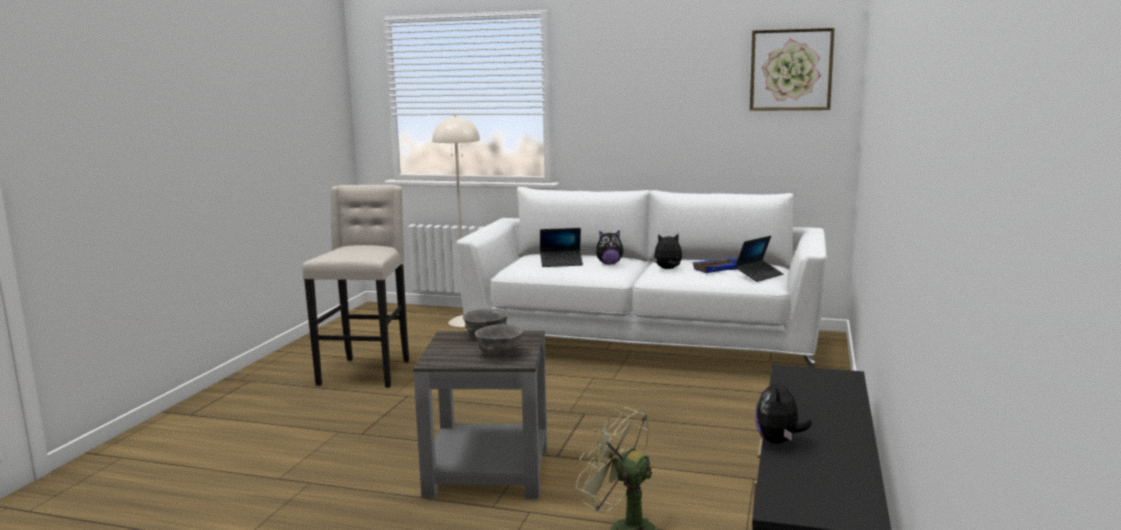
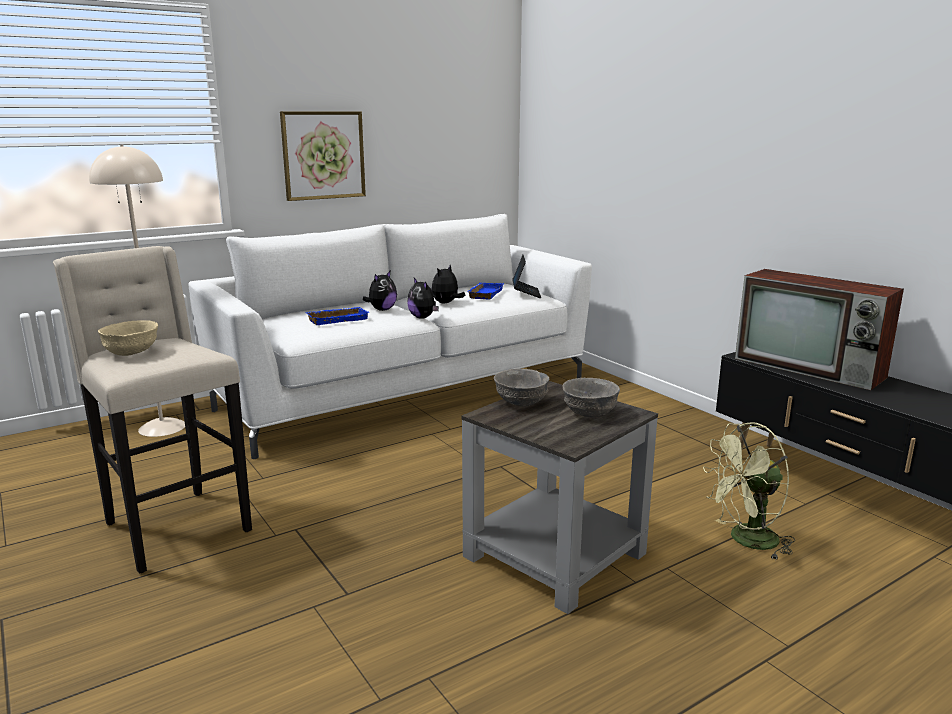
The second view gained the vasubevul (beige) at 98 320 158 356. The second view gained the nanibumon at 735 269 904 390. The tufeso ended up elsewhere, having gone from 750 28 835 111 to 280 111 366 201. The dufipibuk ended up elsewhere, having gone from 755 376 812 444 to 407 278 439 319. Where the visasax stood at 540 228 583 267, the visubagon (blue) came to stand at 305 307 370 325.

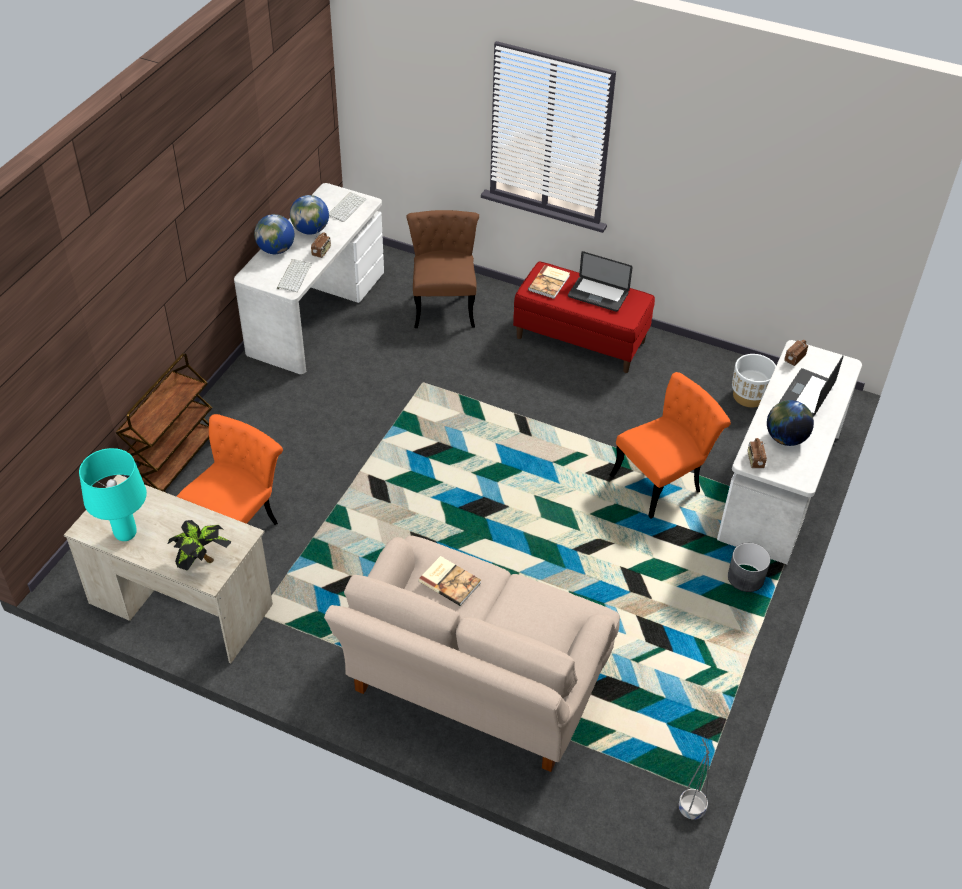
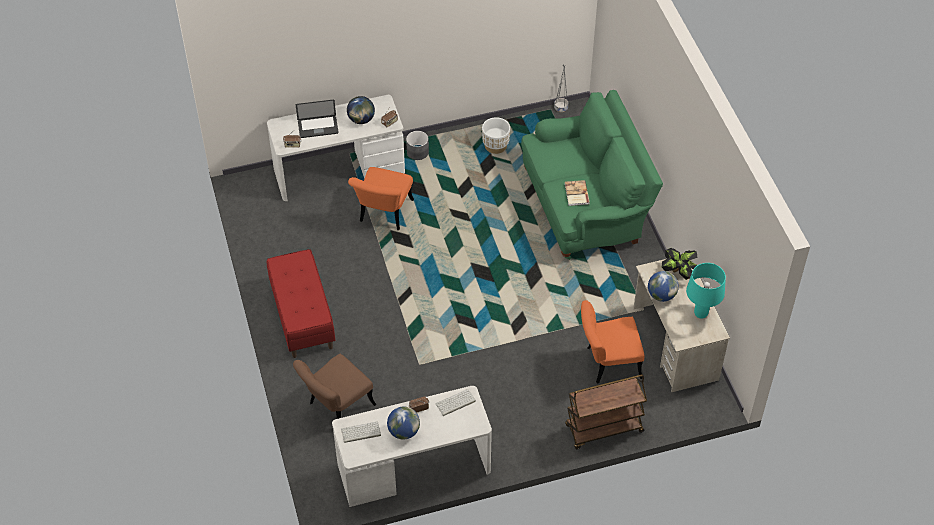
The second view lost the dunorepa at 528 265 570 299. The second view lost the visasax at 568 251 633 312. The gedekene ended up elsewhere, having gone from 254 214 294 254 to 648 271 679 302. The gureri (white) ended up elsewhere, having gone from 732 354 776 407 to 482 117 510 154. What was the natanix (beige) at 324 535 620 772 turned into the natanix (green) at 521 90 663 260. The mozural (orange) at 610 372 731 519 ended up facing another way, 90 degrees counterclockwise from before.

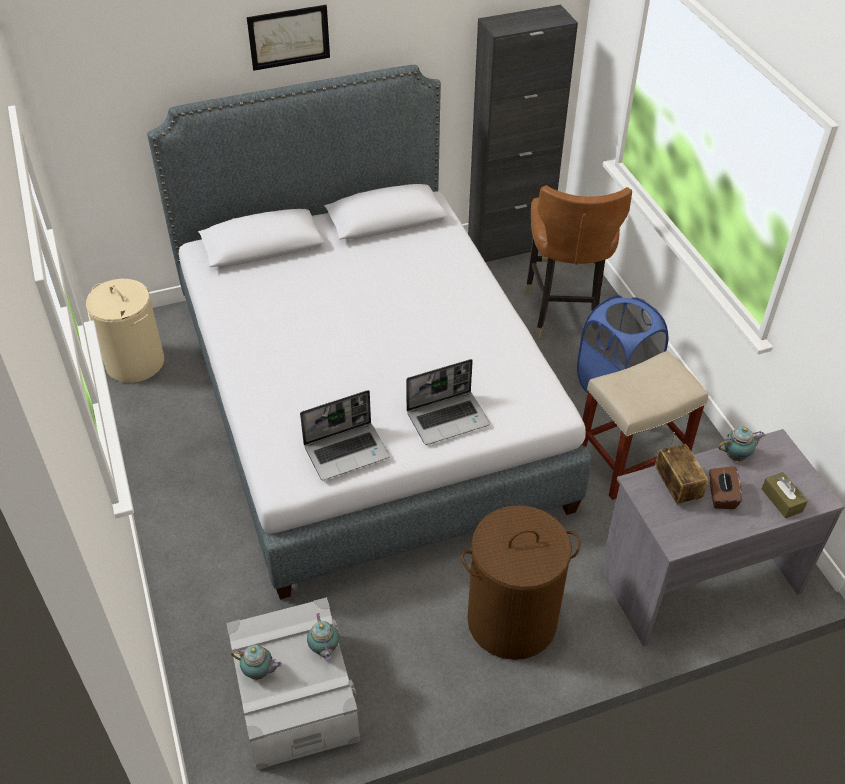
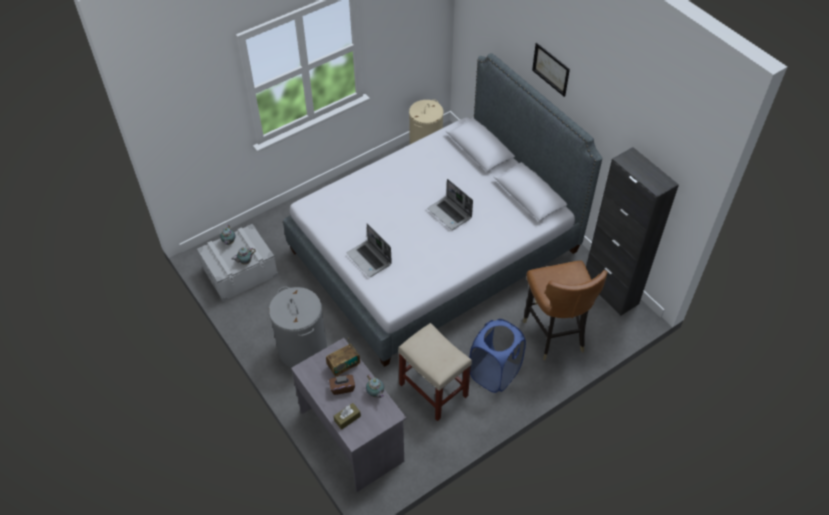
The visasax ended up elsewhere, having gone from 300 390 390 480 to 428 179 473 230. What was the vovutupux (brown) at 461 505 581 660 turned into the vovutupux (grey) at 269 287 327 368. The mozural (brown) at 526 185 632 339 ended up facing another way, 90 degrees counterclockwise from before.

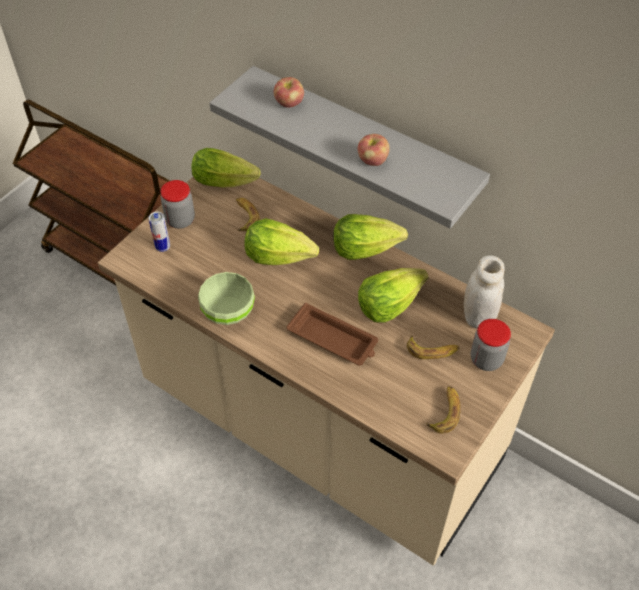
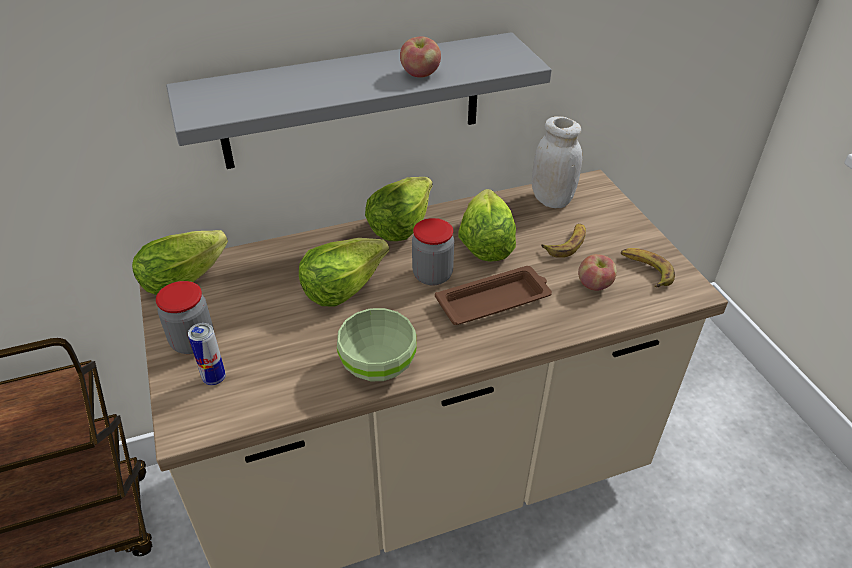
The second view lost the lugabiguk at 236 198 260 231. The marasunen ended up elsewhere, having gone from 274 77 304 108 to 578 254 617 291. The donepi ended up elsewhere, having gone from 471 319 511 371 to 412 218 454 286.

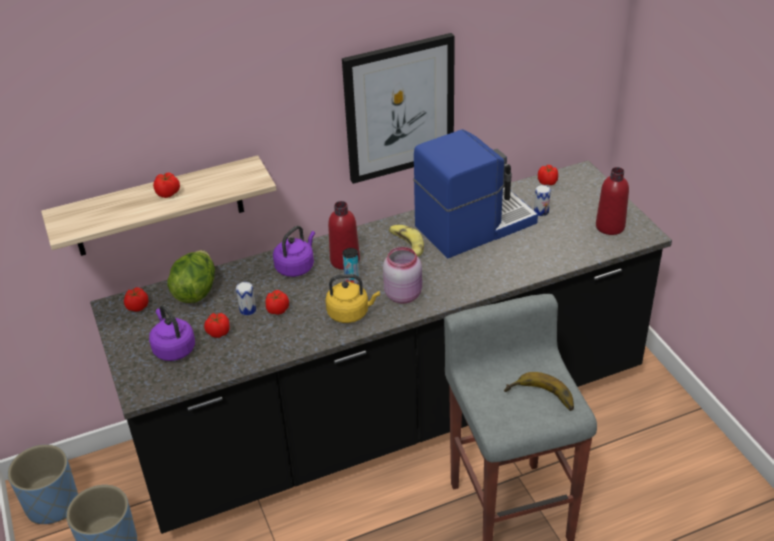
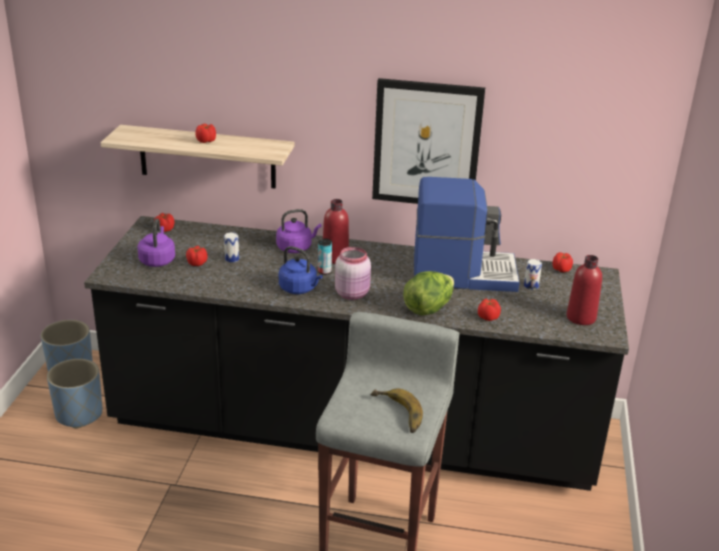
The second view lost the lugabiguk at 389 225 424 256. The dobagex ended up elsewhere, having gone from 167 250 215 303 to 403 271 454 316. The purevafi ended up elsewhere, having gone from 265 290 289 315 to 478 298 501 321. What was the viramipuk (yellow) at 325 274 380 323 turned into the viramipuk (blue) at 279 246 323 294.

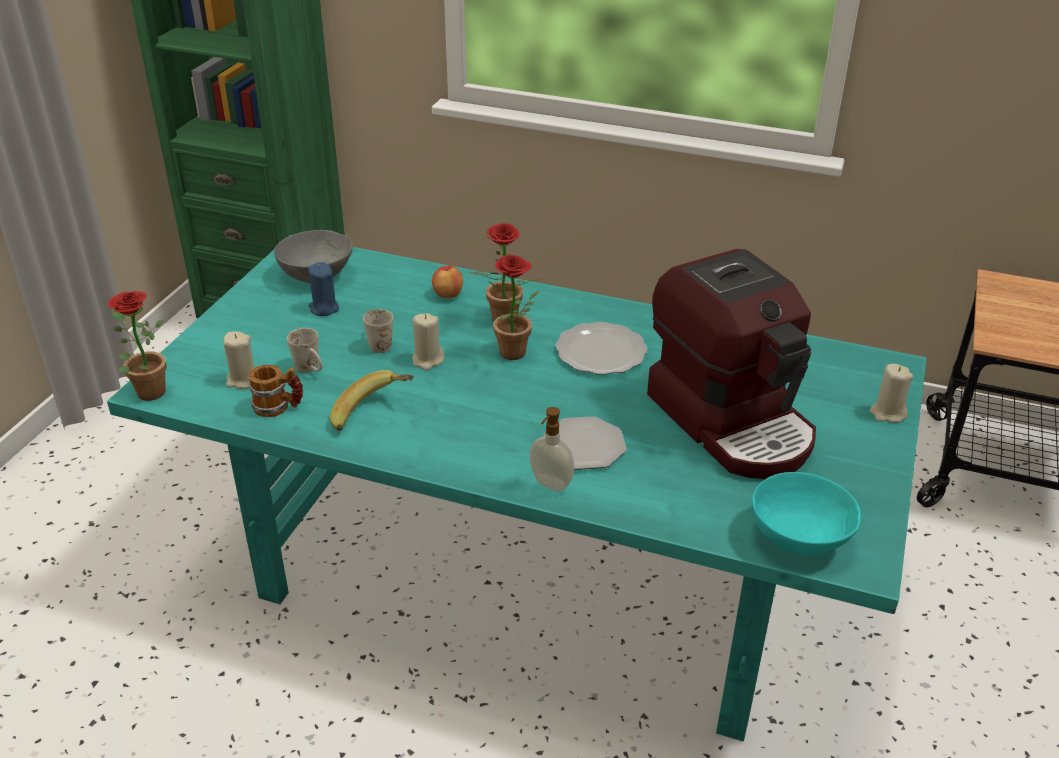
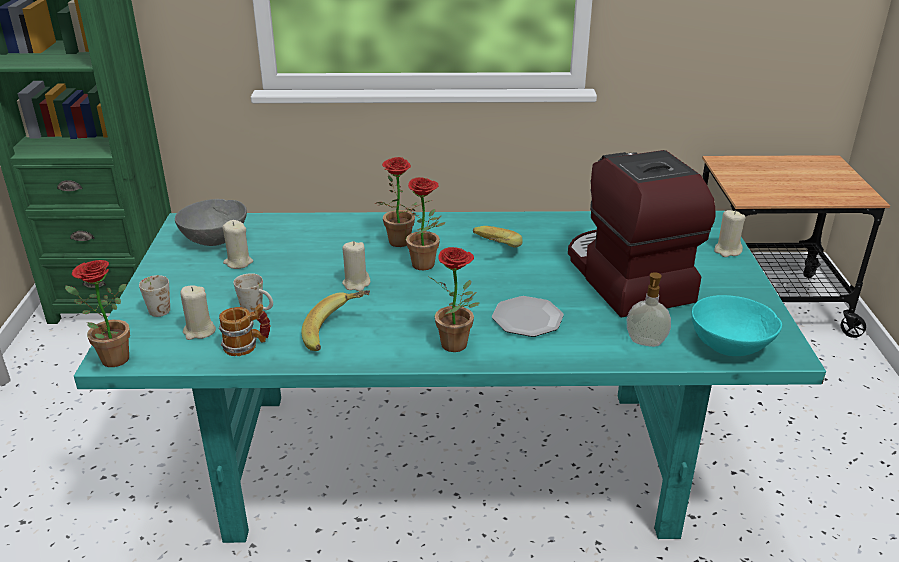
The second view lost the marasunen at 432 265 463 298. The second view gained the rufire at 429 247 479 352. The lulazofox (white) ended up elsewhere, having gone from 363 309 393 353 to 139 275 170 317. The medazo ended up elsewhere, having gone from 529 407 574 491 to 627 272 671 347. Where the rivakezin stood at 555 322 647 375, the lugabiguk came to stand at 473 226 523 248. What was the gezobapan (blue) at 308 262 339 316 turned into the gezobapan (beige) at 222 220 253 269. The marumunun at 647 249 816 479 ended up facing another way, 150 degrees counterclockwise from before.

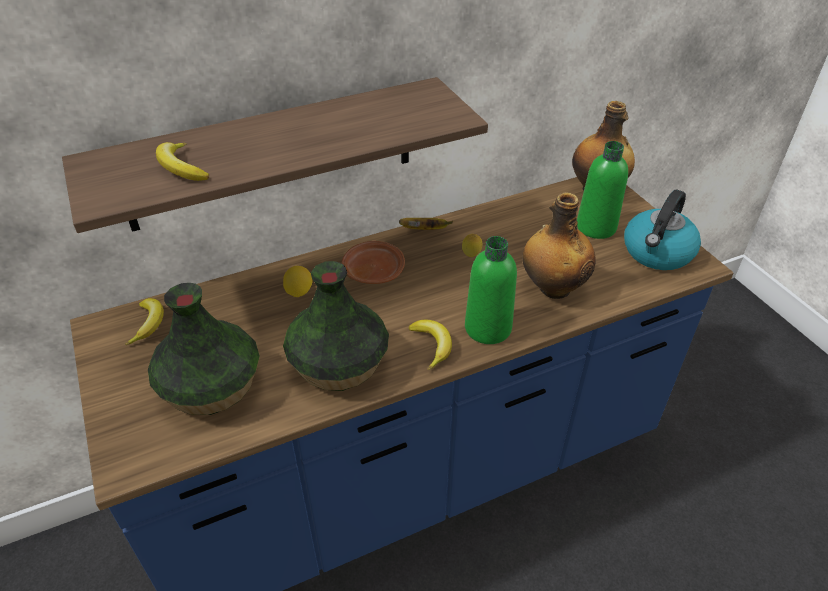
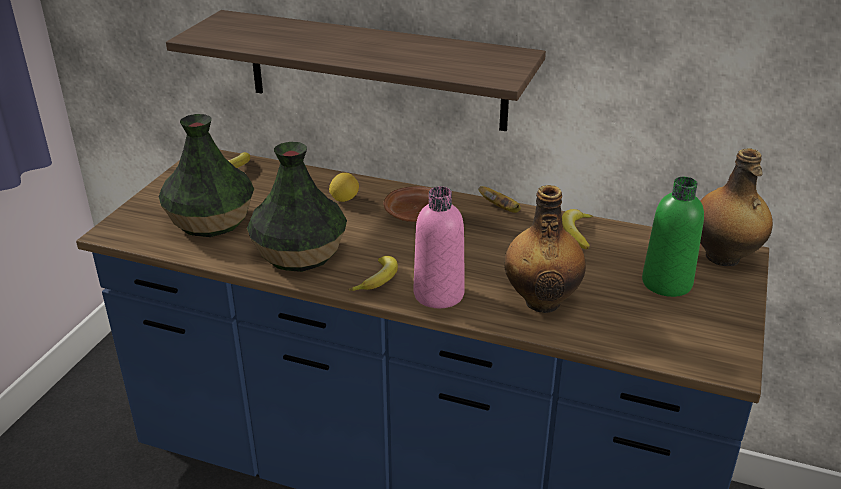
The second view lost the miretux at 462 234 483 257. The second view lost the viramipuk at 624 189 701 270. The lugabiguk ended up elsewhere, having gone from 156 142 209 181 to 562 209 593 249. What was the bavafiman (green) at 465 236 517 344 turned into the bavafiman (pink) at 414 186 465 308.

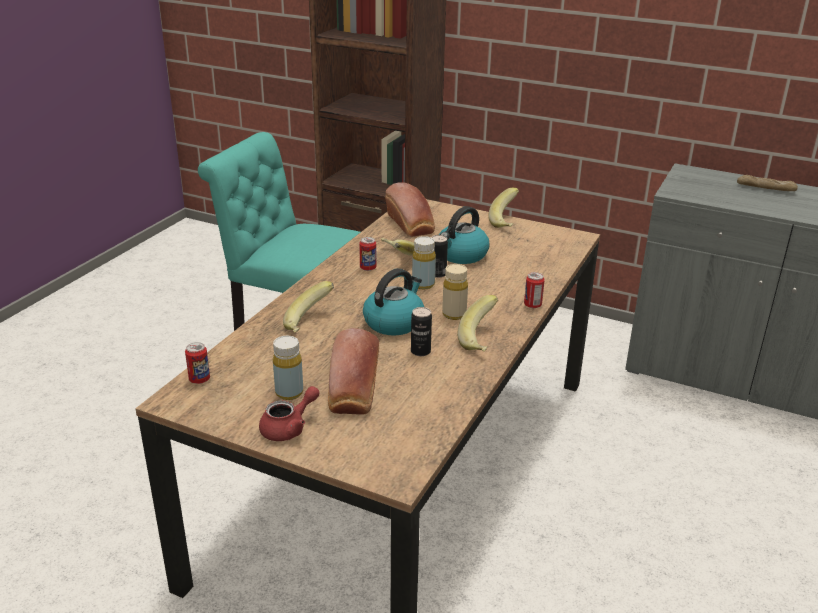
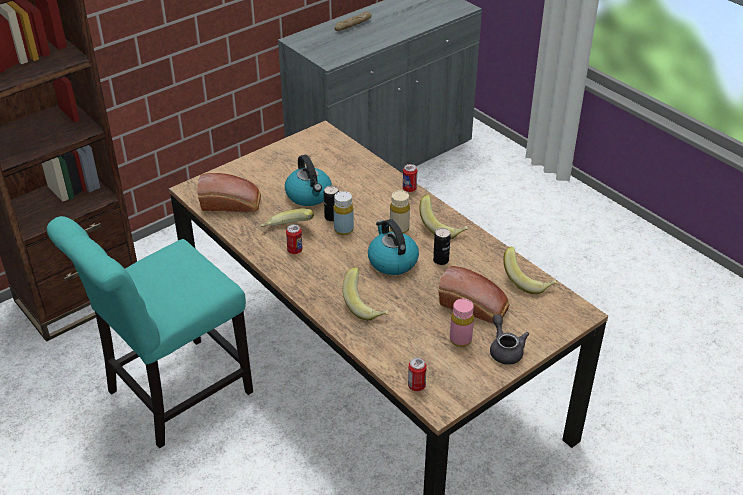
The lugabiguk ended up elsewhere, having gone from 488 188 519 228 to 503 247 557 294. What was the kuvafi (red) at 259 386 320 441 turned into the kuvafi (grey) at 490 314 529 364. What was the bavafiman (yellow) at 273 336 303 400 turned into the bavafiman (pink) at 450 299 474 347.

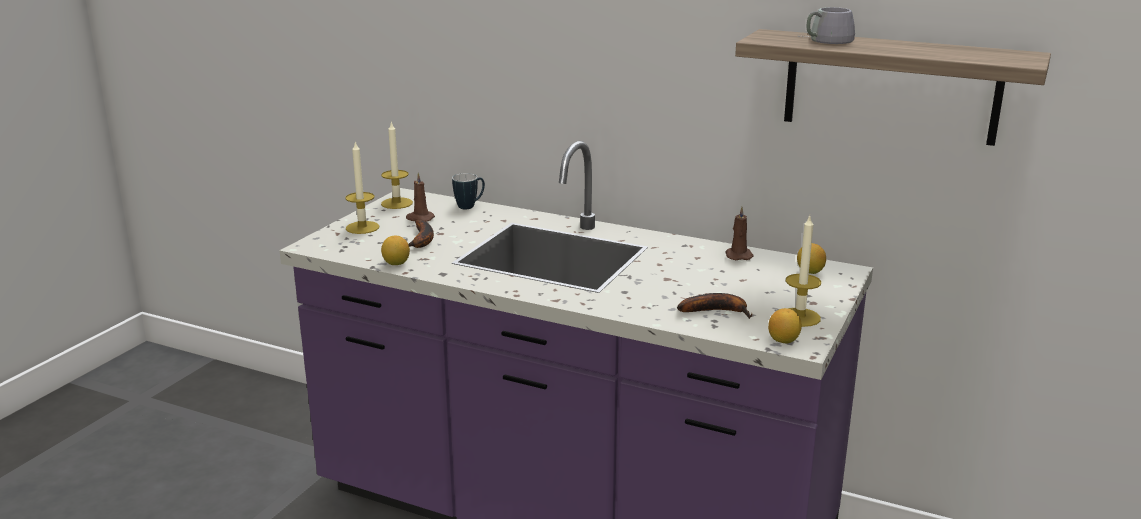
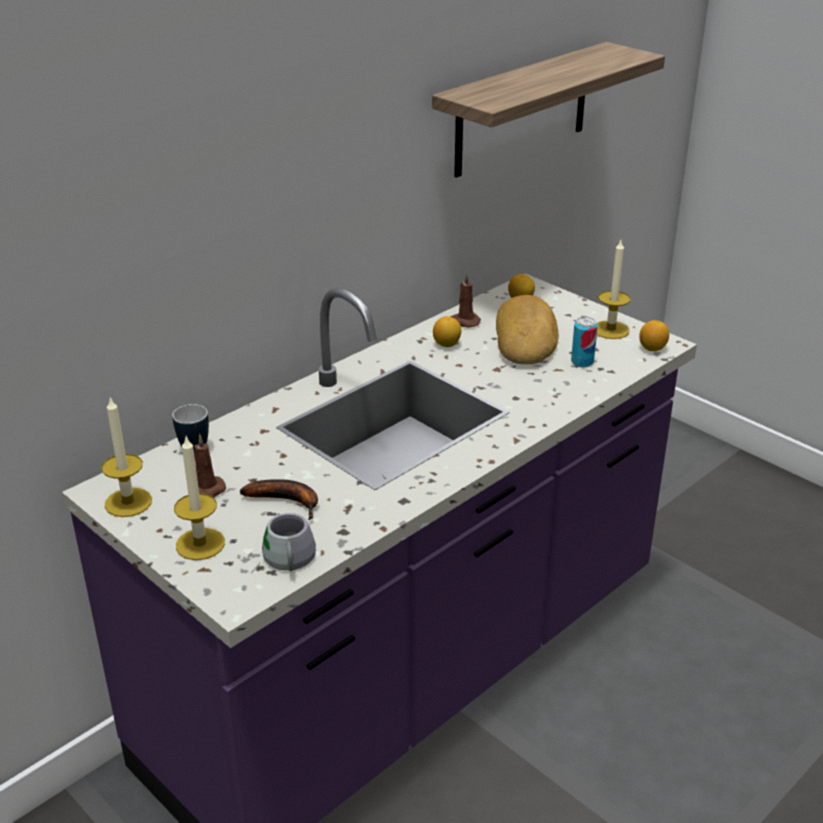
The second view gained the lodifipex at 496 295 559 364. The miretux ended up elsewhere, having gone from 381 236 410 265 to 433 316 461 347. The lulazofox (grey) ended up elsewhere, having gone from 800 7 855 44 to 251 513 316 573. Where the lugabiguk stood at 677 293 752 318, the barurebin came to stand at 571 317 598 368.

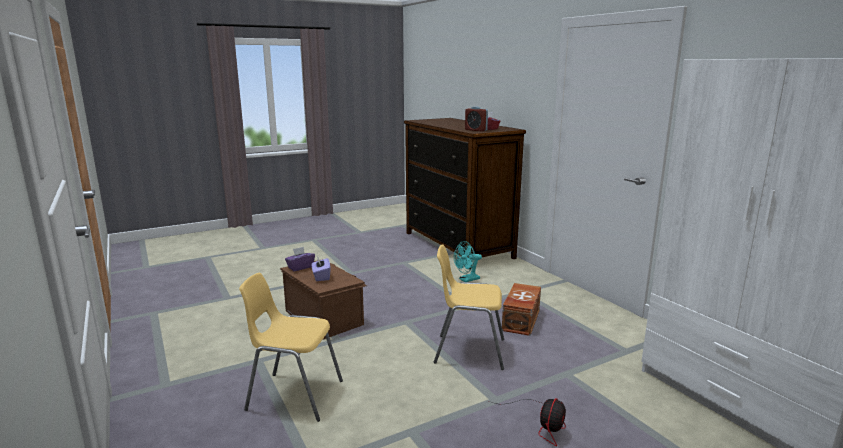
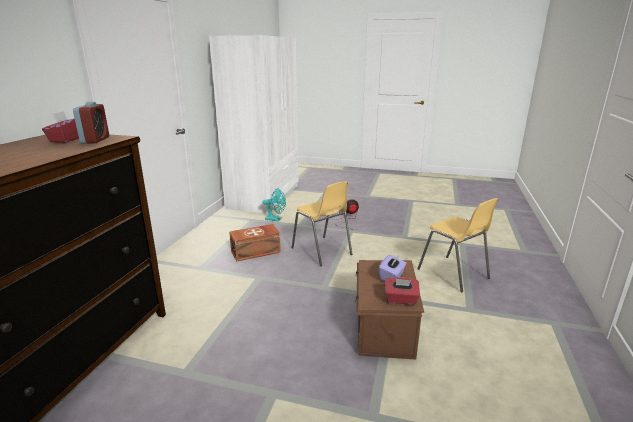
The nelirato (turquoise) ended up elsewhere, having gone from 454 241 482 282 to 262 188 286 221. What was the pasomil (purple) at 285 247 315 271 turned into the pasomil (red) at 385 277 420 305.

